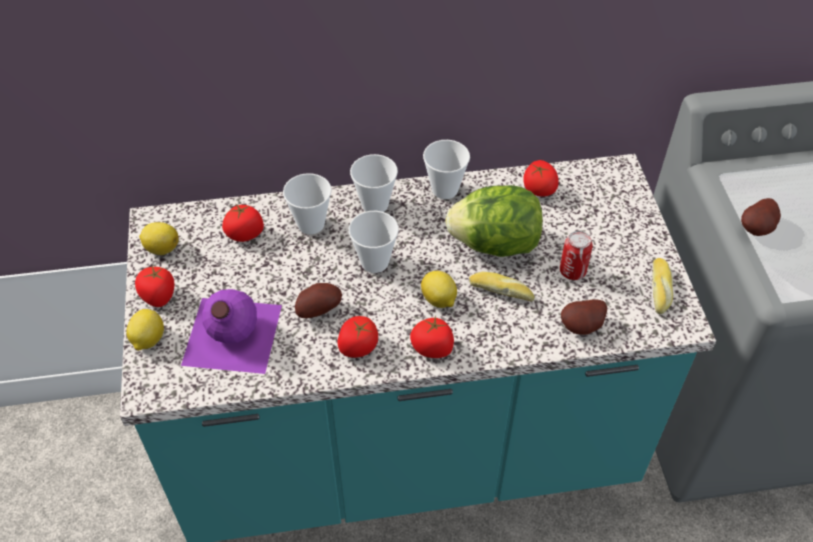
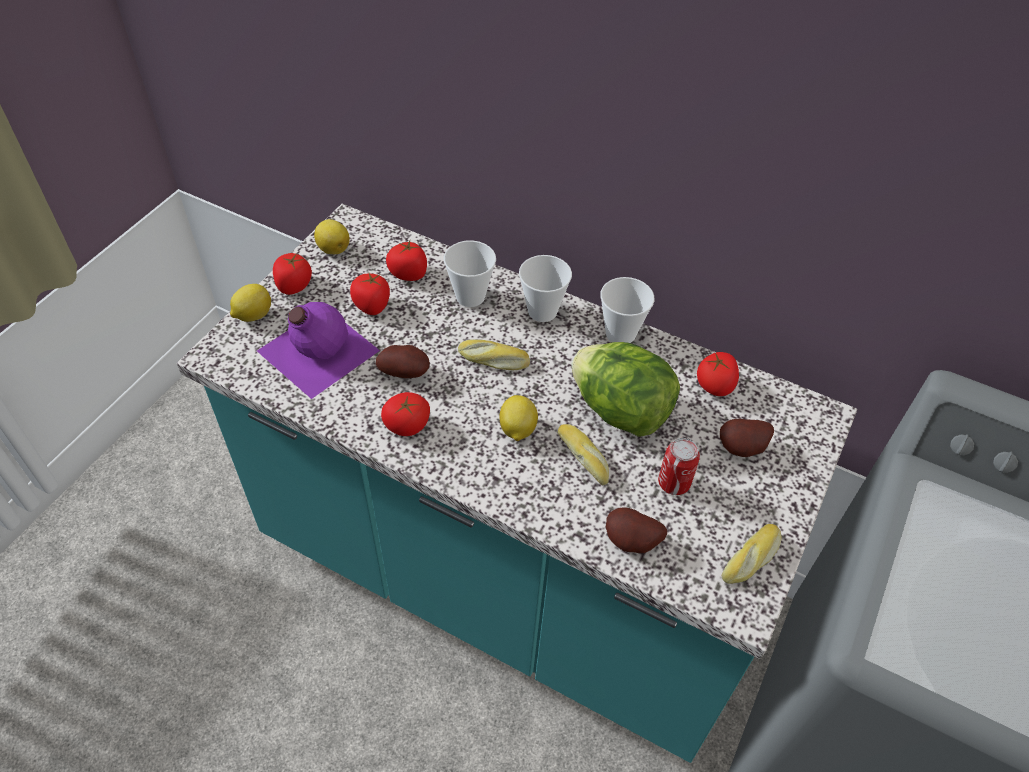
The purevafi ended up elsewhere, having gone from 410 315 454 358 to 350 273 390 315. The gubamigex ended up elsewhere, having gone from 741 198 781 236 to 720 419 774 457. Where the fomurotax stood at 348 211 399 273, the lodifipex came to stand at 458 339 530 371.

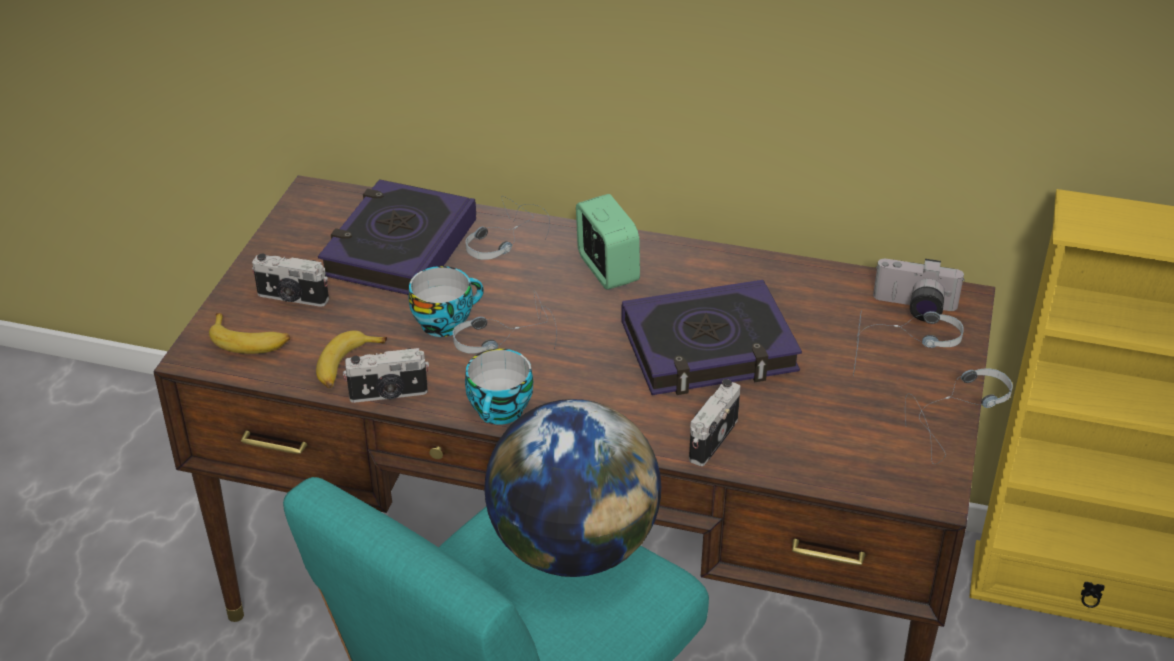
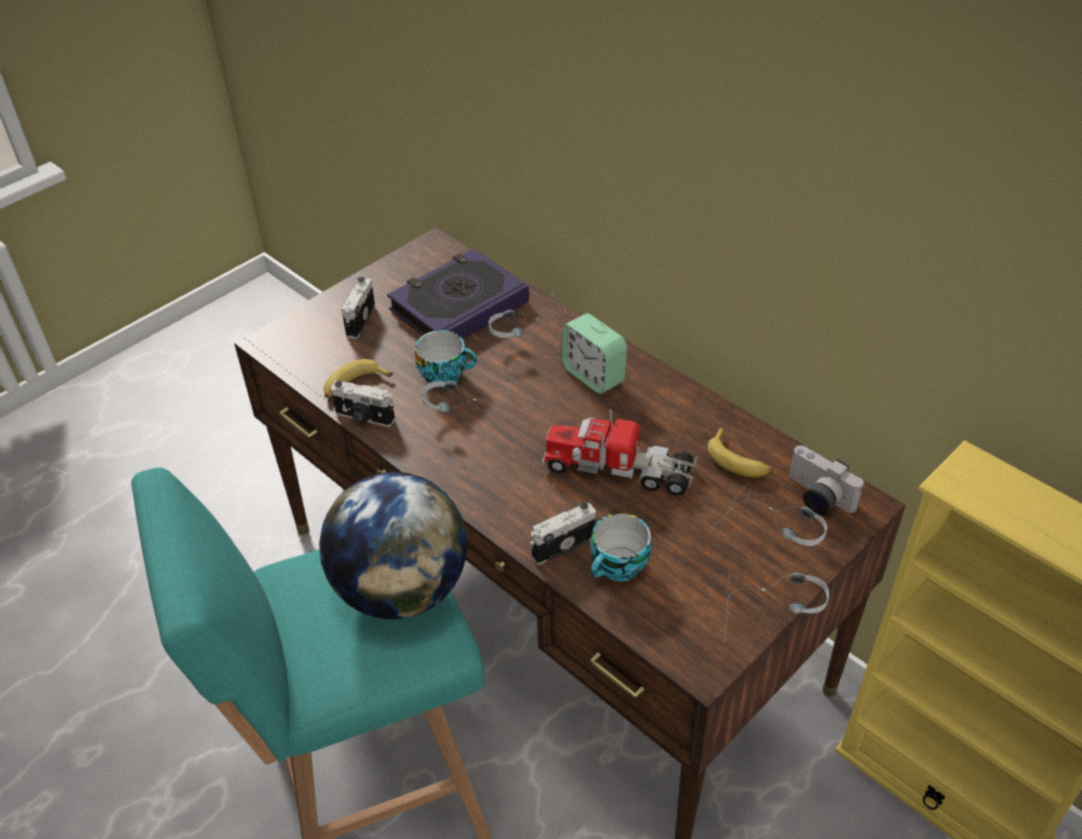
The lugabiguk ended up elsewhere, having gone from 209 313 290 354 to 707 427 772 478. The fomurotax ended up elsewhere, having gone from 465 349 533 425 to 590 513 652 581. Where the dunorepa stood at 621 280 802 395, the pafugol came to stand at 542 409 697 496. The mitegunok at 252 253 329 307 ended up facing another way, 60 degrees clockwise from before. The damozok at 576 194 640 290 ended up facing another way, 135 degrees clockwise from before.

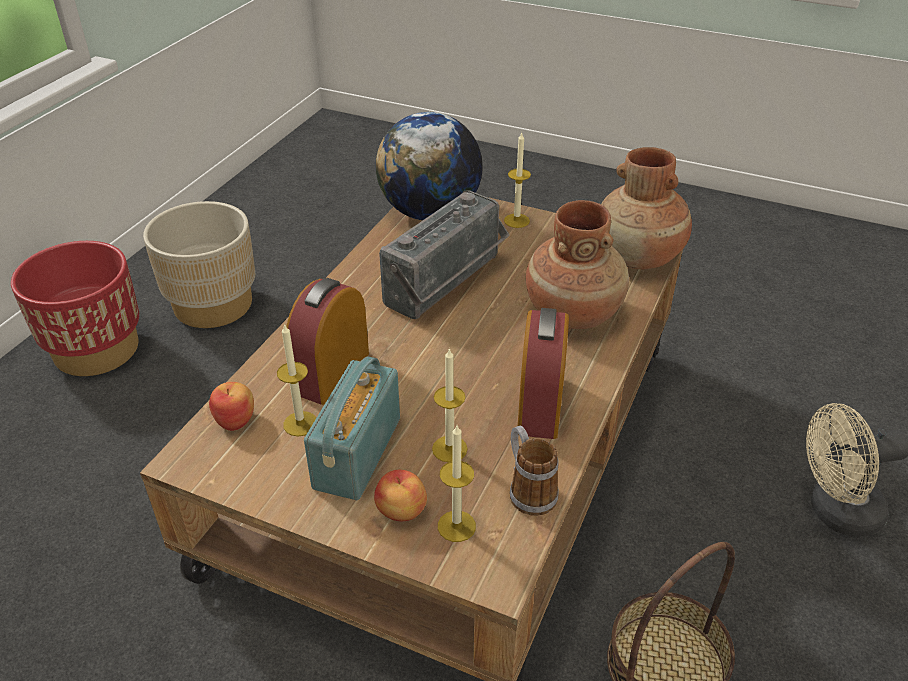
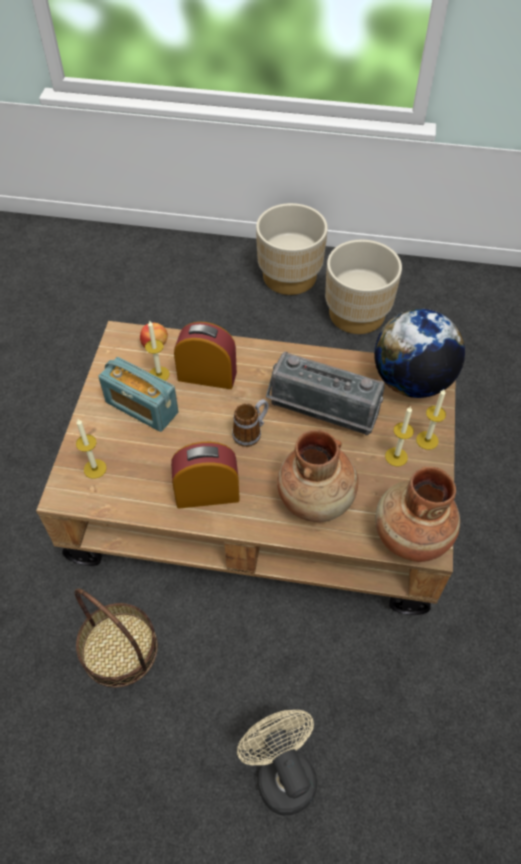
The second view lost the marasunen at 374 470 427 521. The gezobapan ended up elsewhere, having gone from 432 348 468 462 to 385 406 414 467. The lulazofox ended up elsewhere, having gone from 510 426 559 516 to 232 399 269 447. What was the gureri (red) at 11 241 139 376 turned into the gureri (beige) at 256 203 328 295. The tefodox at 304 356 400 500 ended up facing another way, 150 degrees counterclockwise from before.

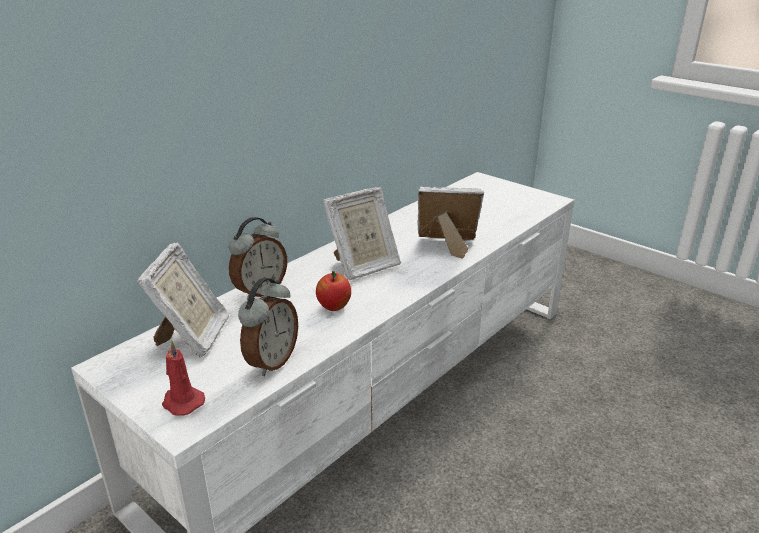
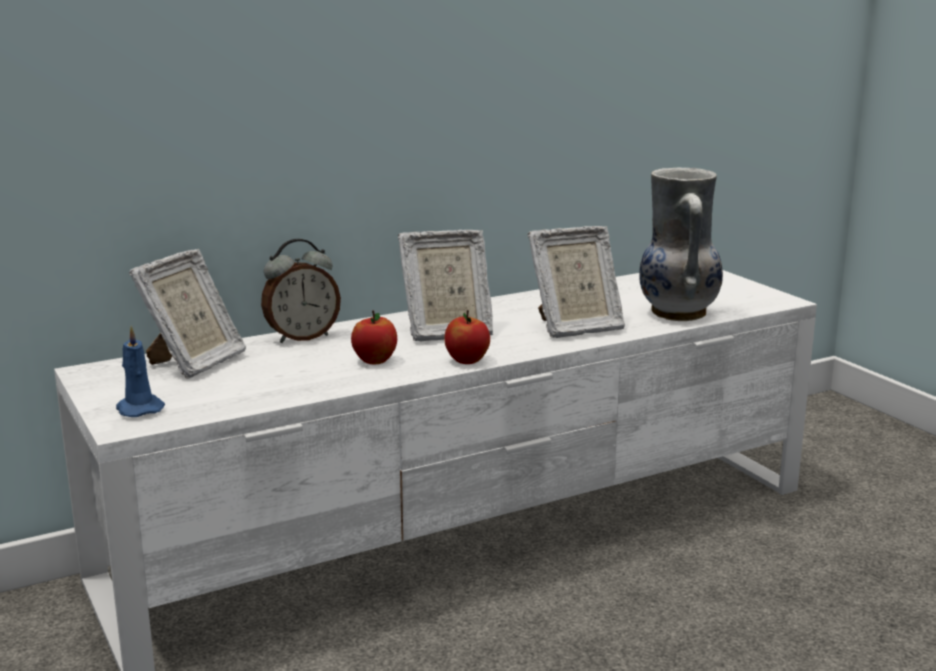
The second view lost the damozok at 238 278 298 376. The second view gained the marasunen at 444 310 490 364. The second view gained the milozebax at 639 167 723 321. What was the gezobapan (red) at 162 341 205 416 turned into the gezobapan (blue) at 116 326 165 417. The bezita at 417 186 484 259 ended up facing another way, 135 degrees clockwise from before.

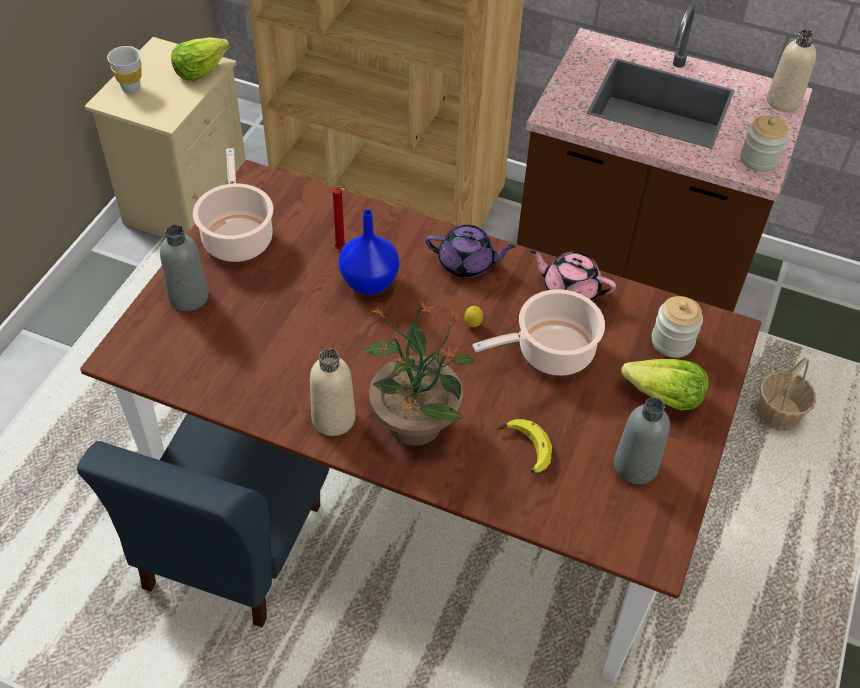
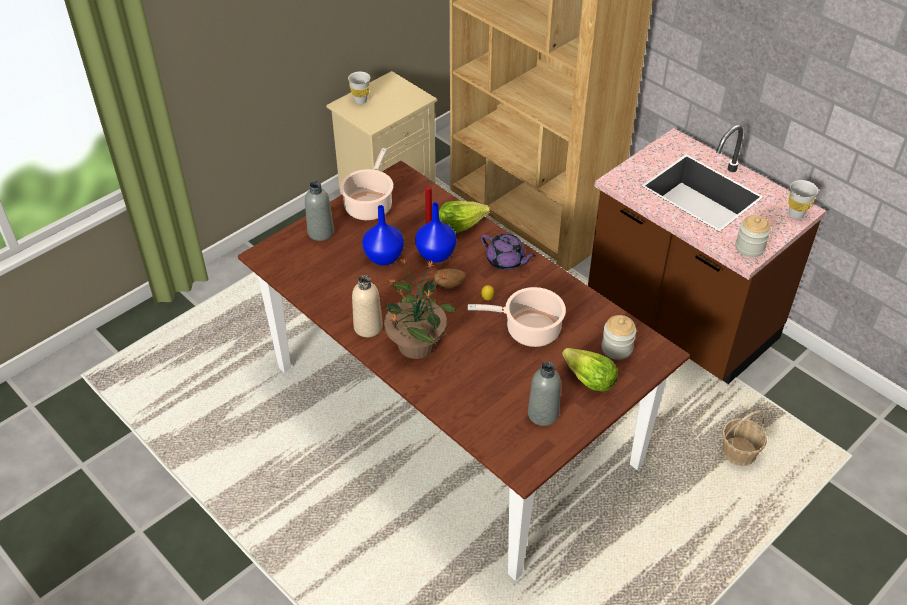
The second view lost the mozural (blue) at 77 414 329 628. The second view lost the lugabiguk at 496 419 552 473. The second view lost the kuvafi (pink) at 530 250 616 301. The second view gained the milozebax (blue) at 362 205 404 265. The second view gained the gubamigex at 434 269 466 289. The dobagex ended up elsewhere, having gone from 171 37 230 81 to 439 201 490 234. Where the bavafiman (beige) stood at 767 29 816 112, the fomurotax (white) came to stand at 788 180 818 219.

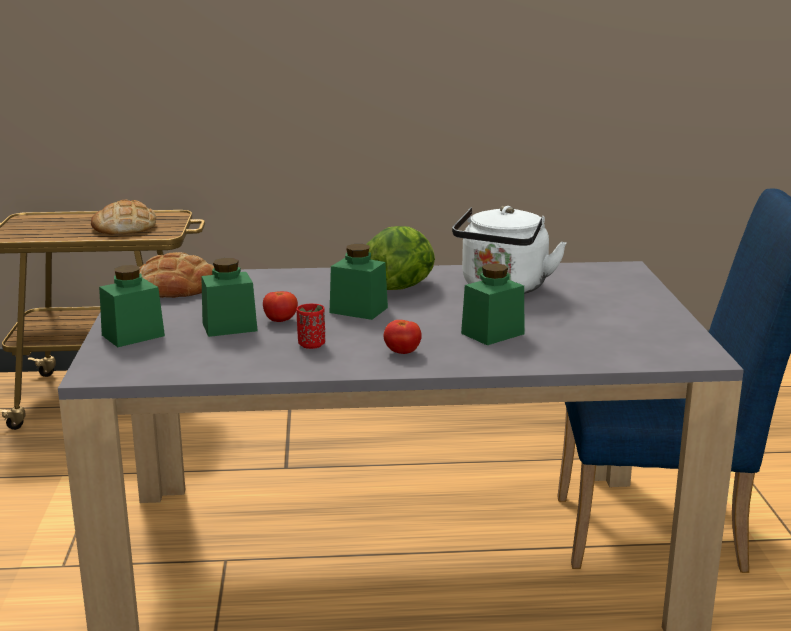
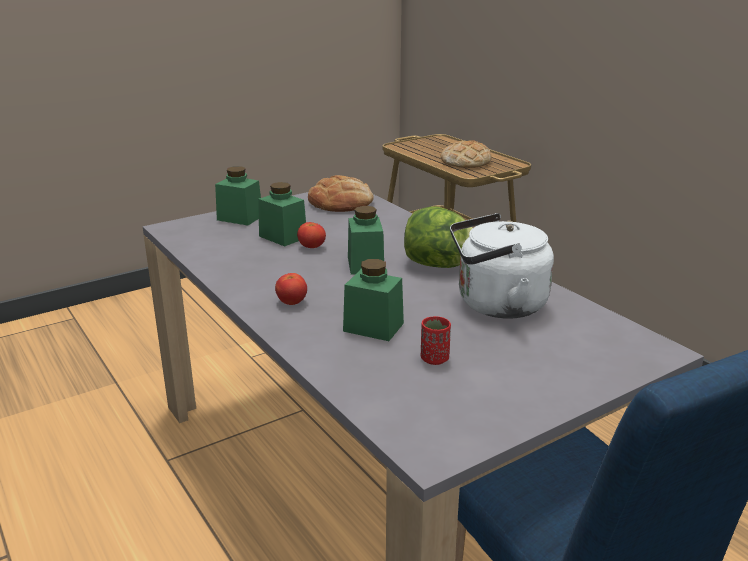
The fomurotax (red) ended up elsewhere, having gone from 296 304 325 349 to 421 316 451 365.

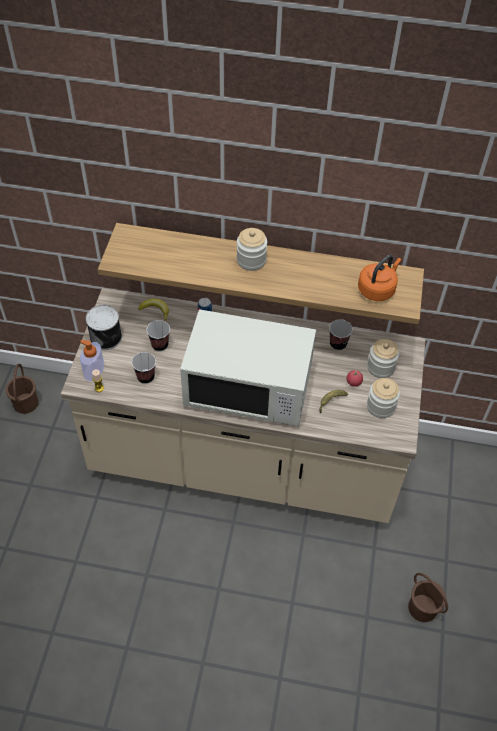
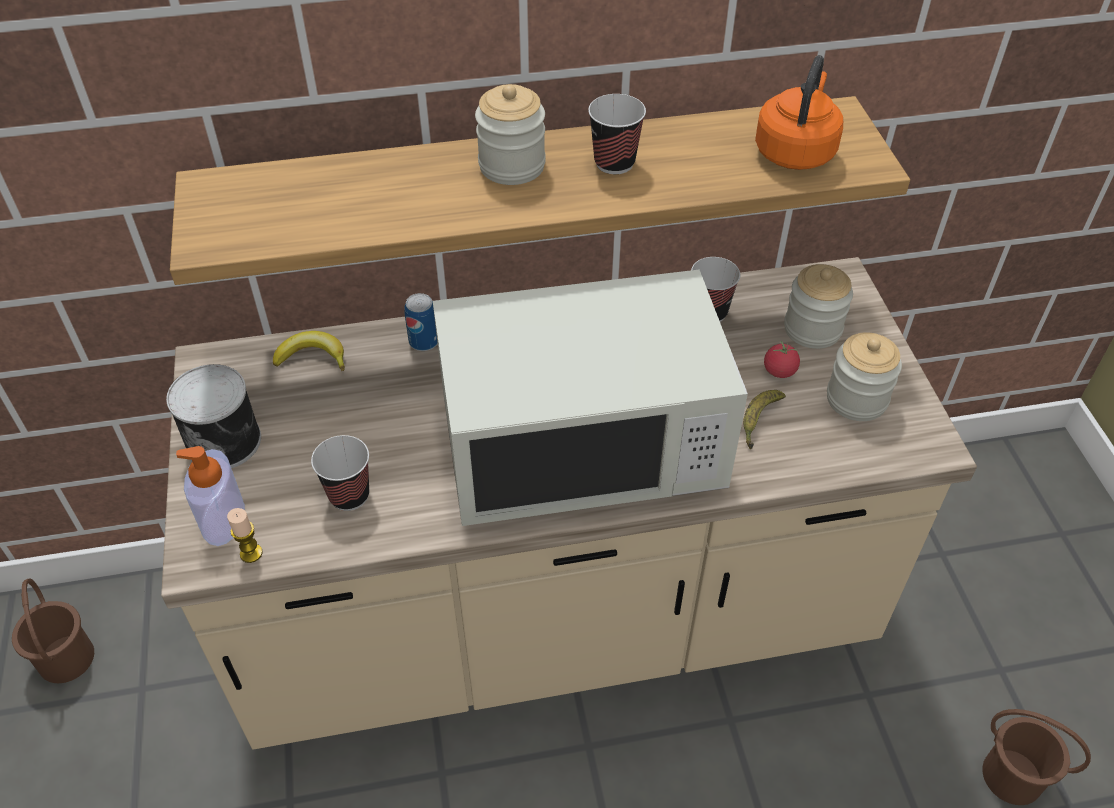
The fomurotax ended up elsewhere, having gone from 147 320 170 352 to 588 94 646 174.

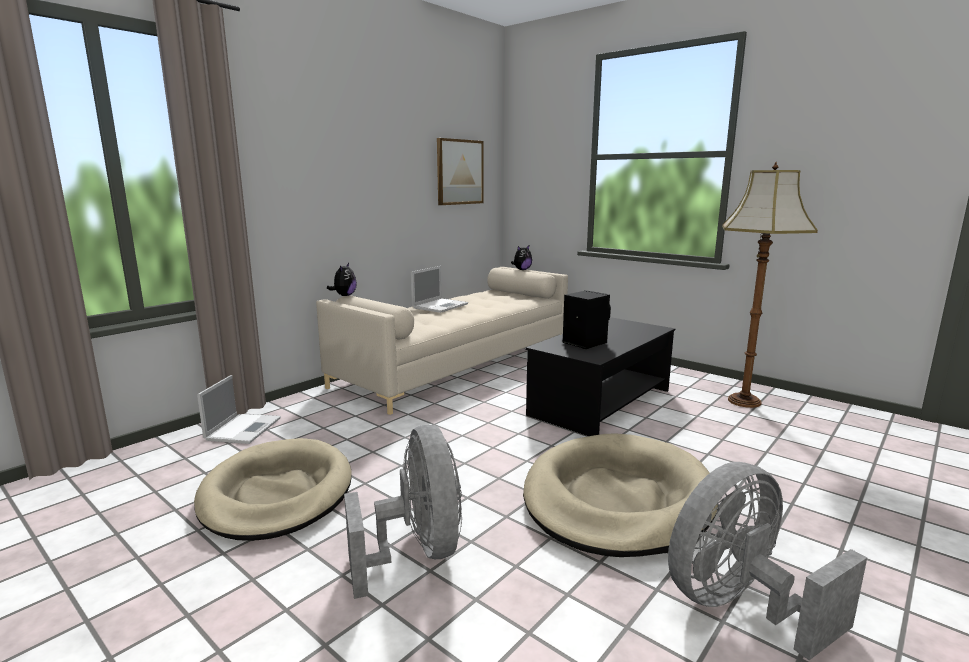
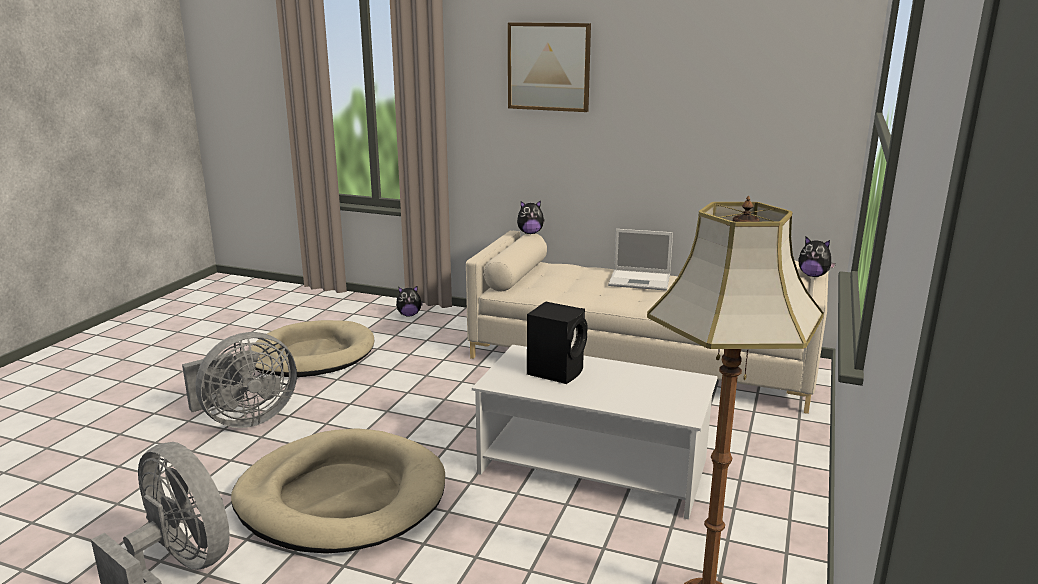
The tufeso ended up elsewhere, having gone from 437 138 484 205 to 508 22 591 112. Where the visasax stood at 197 375 281 444, the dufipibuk came to stand at 396 286 423 316. What was the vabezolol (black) at 525 317 675 436 turned into the vabezolol (white) at 472 345 718 519.

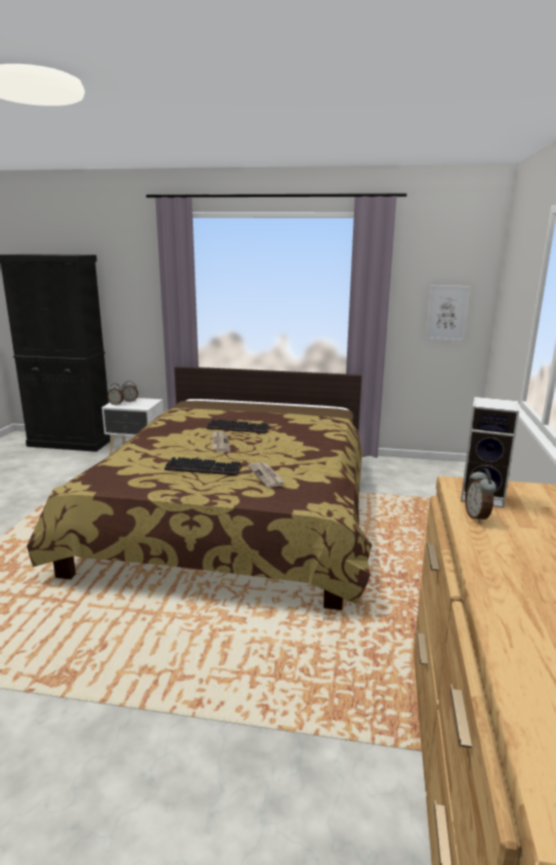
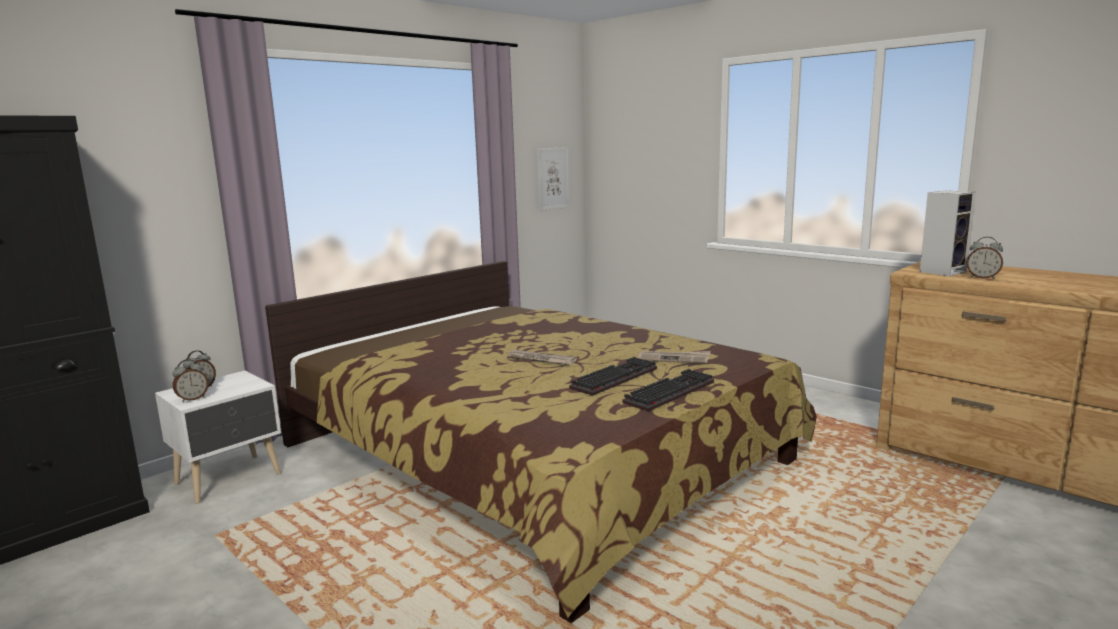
The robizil ended up elsewhere, having gone from 207 419 270 434 to 622 369 714 412.

